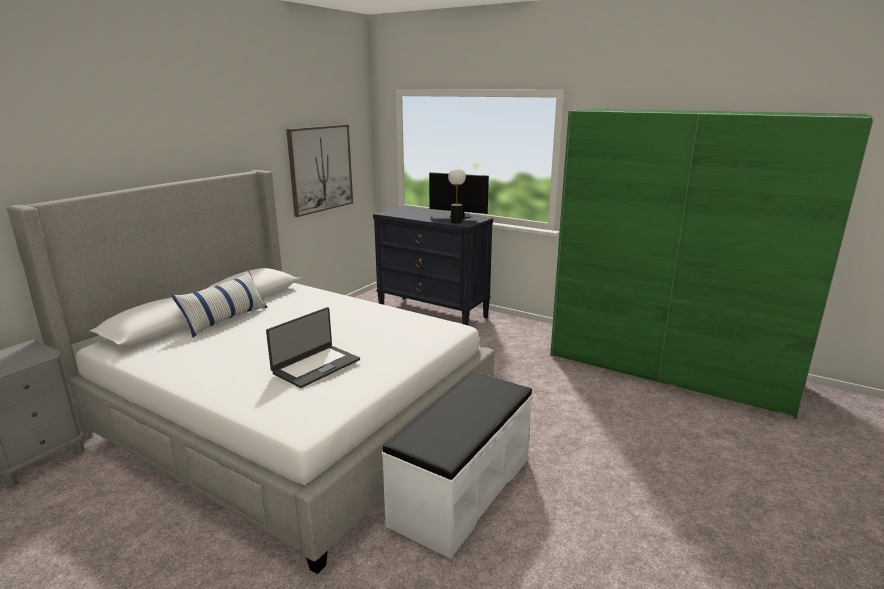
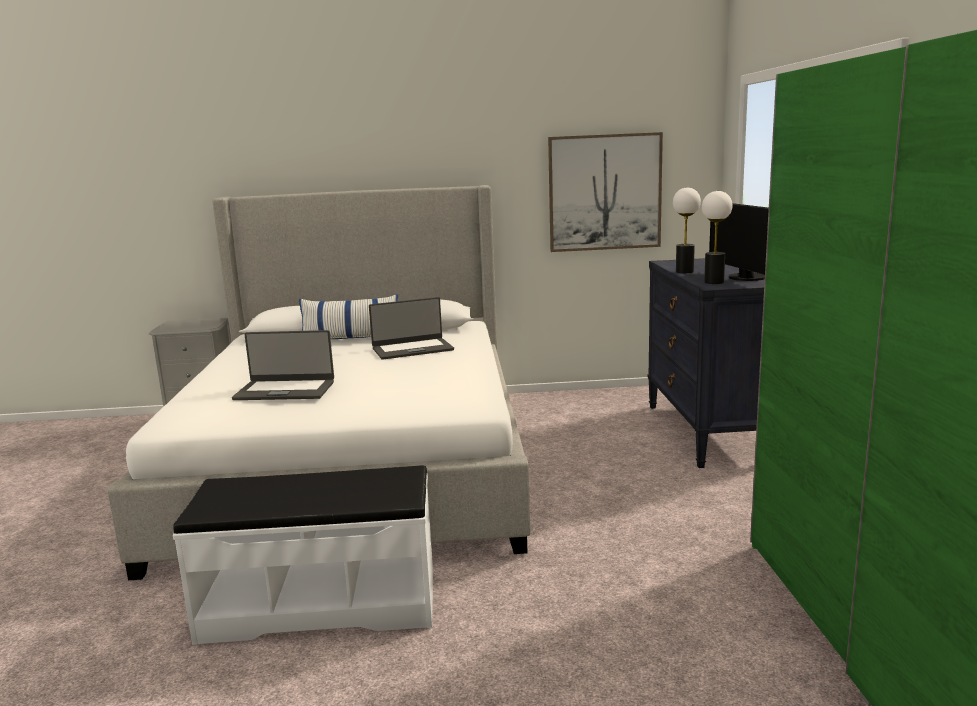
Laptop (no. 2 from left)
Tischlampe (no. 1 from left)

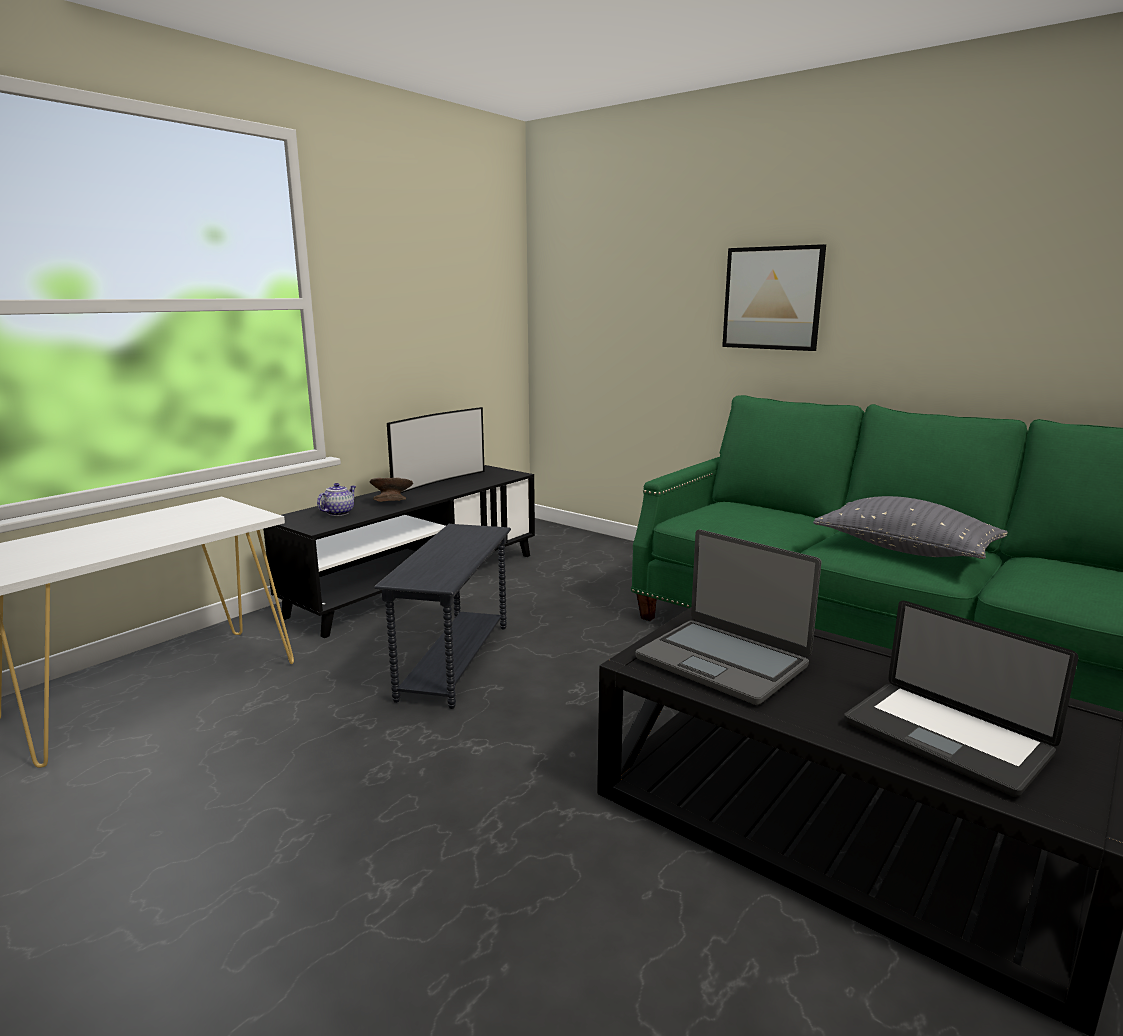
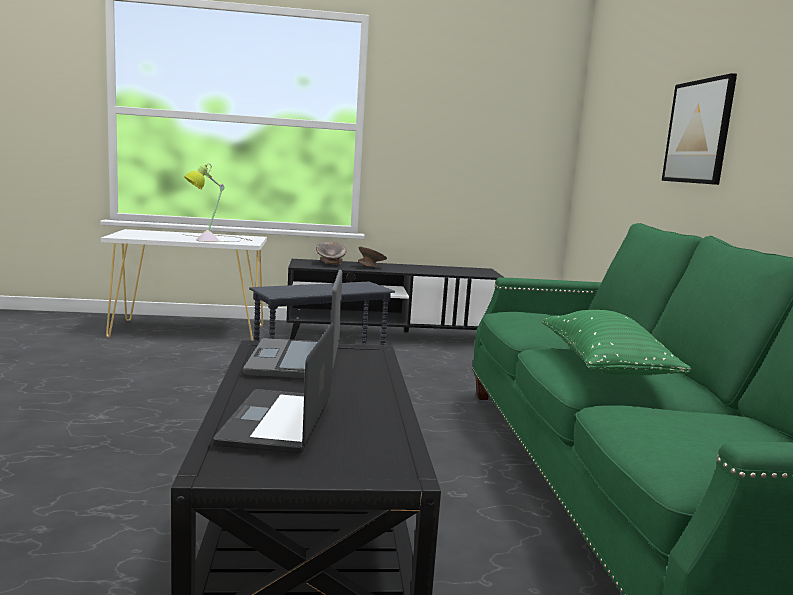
Schüssel (grau) (no. 1 from left)
Fernseher
Kissen (grün)
Tischlampe

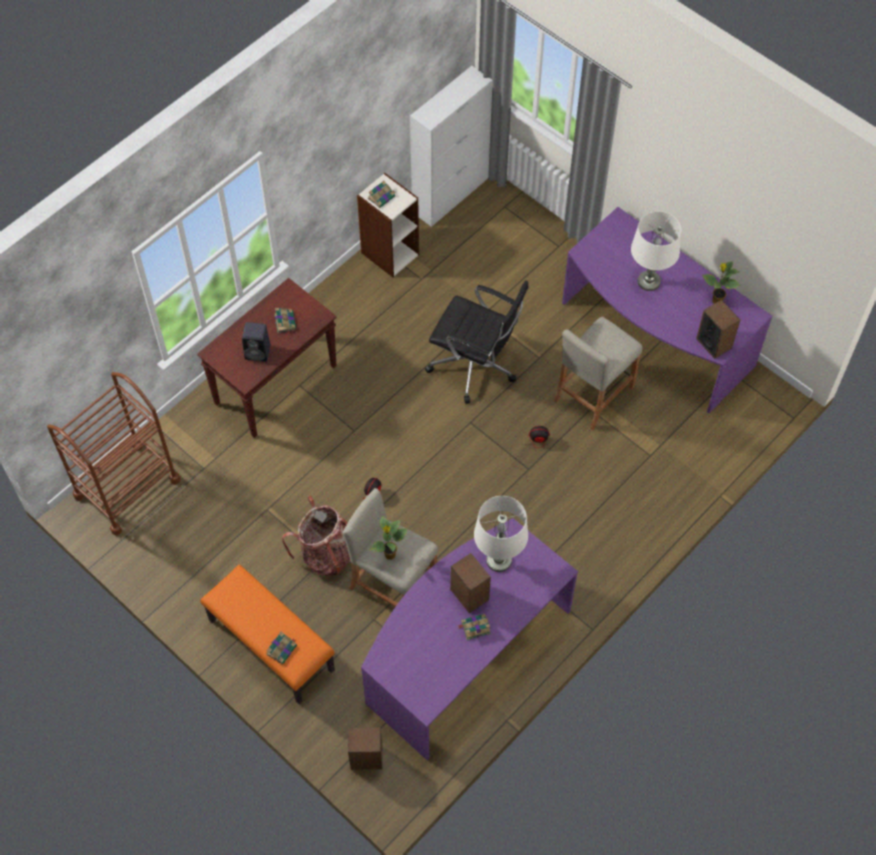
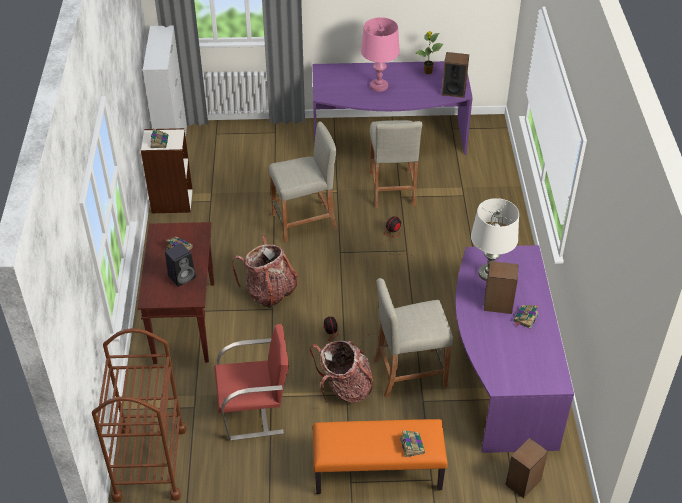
Topfpflanze (no. 1 from left in the first image)
Hocker (beige) (no. 1 from left)
Tischlampe (rosa)
Stuhl (rot)
Rucksack (no. 1 from left)

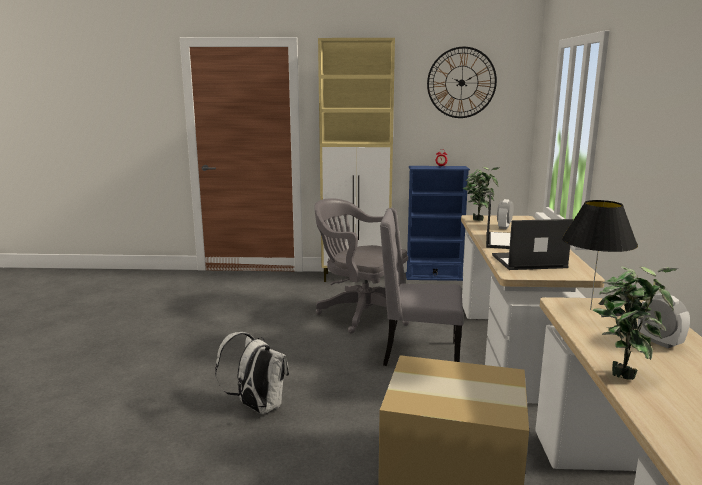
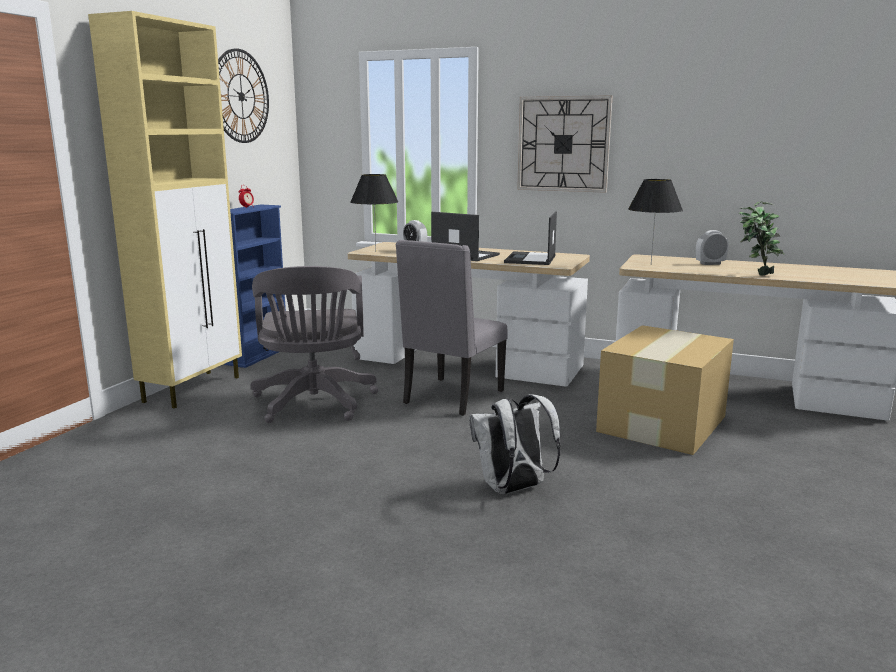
Bürostuhl (grau)
Tischlampe (schwarz) (no. 1 from left)
Wanduhr (no. 2 from left)

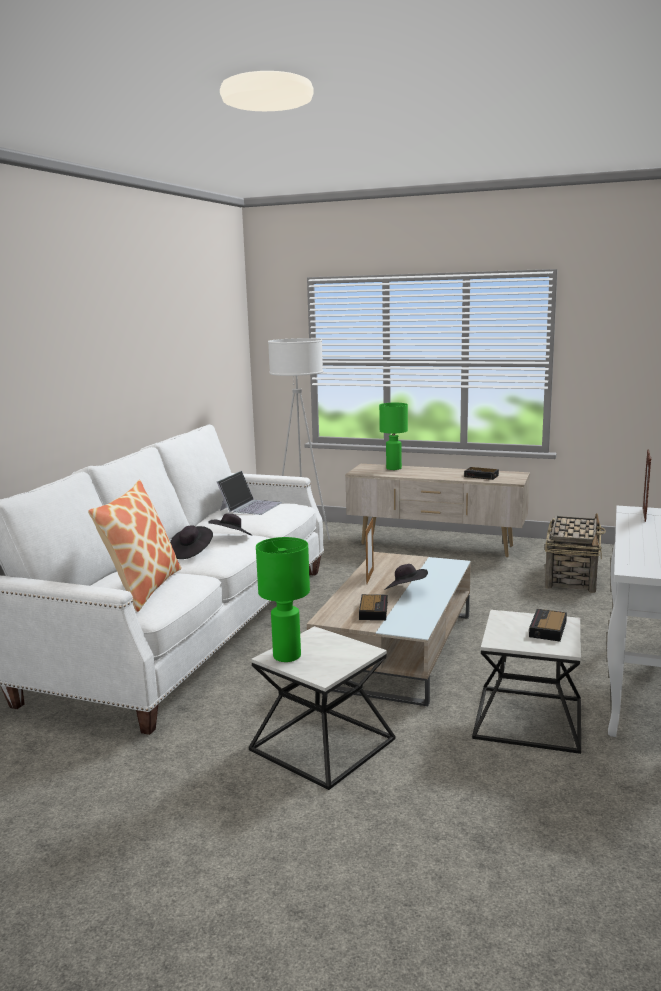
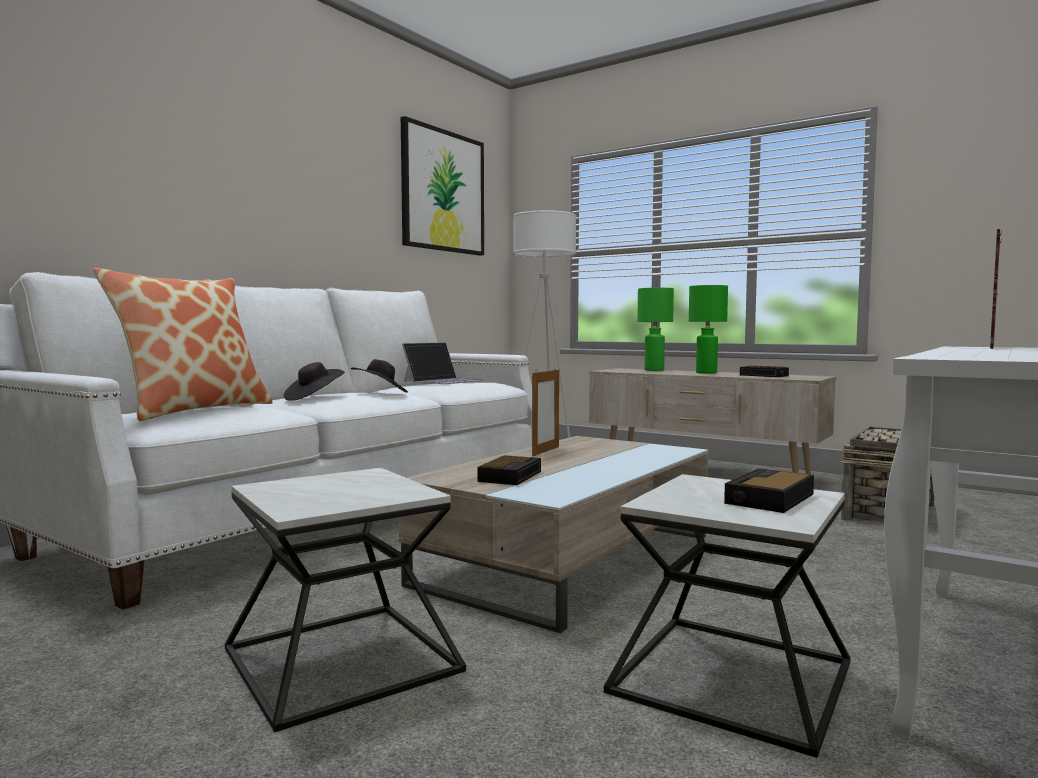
Tischlampe (grün) (no. 2 from left)
Hut (schwarz) (no. 3 from left in the first image)
Bild

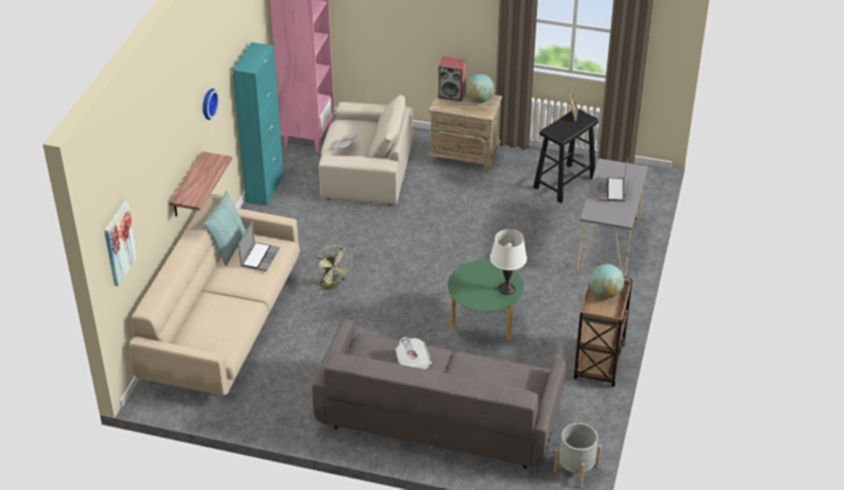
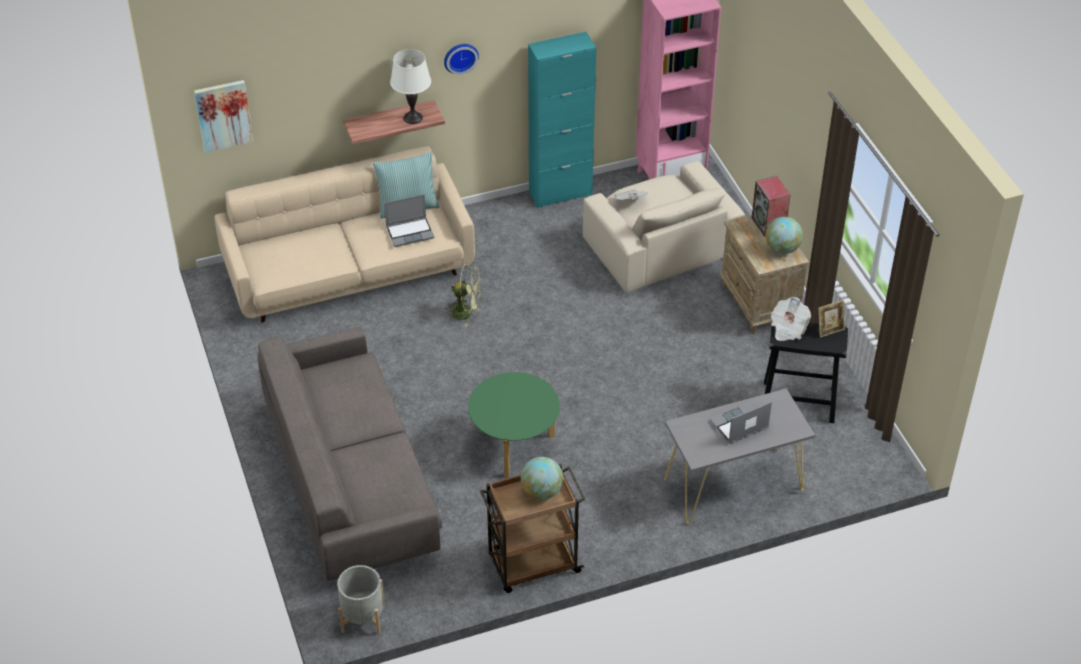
Ventilator (grün)
Zeitung (no. 2 from left)
Tischlampe (weiß)

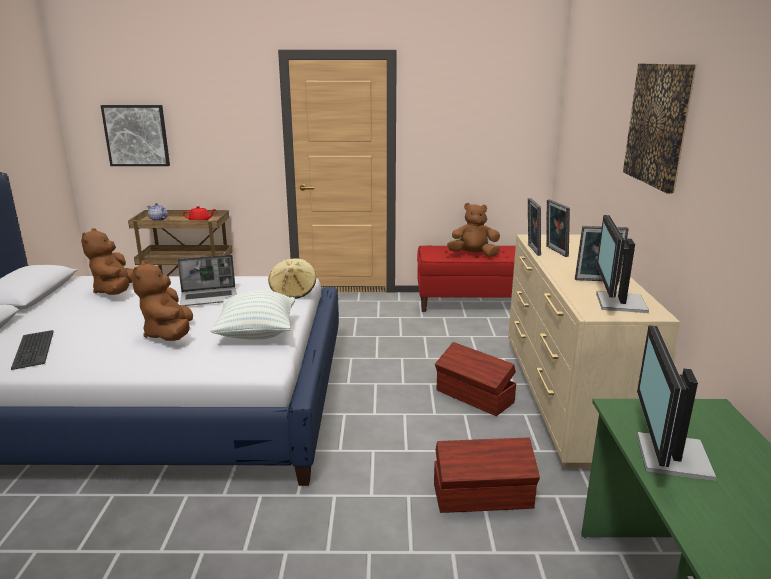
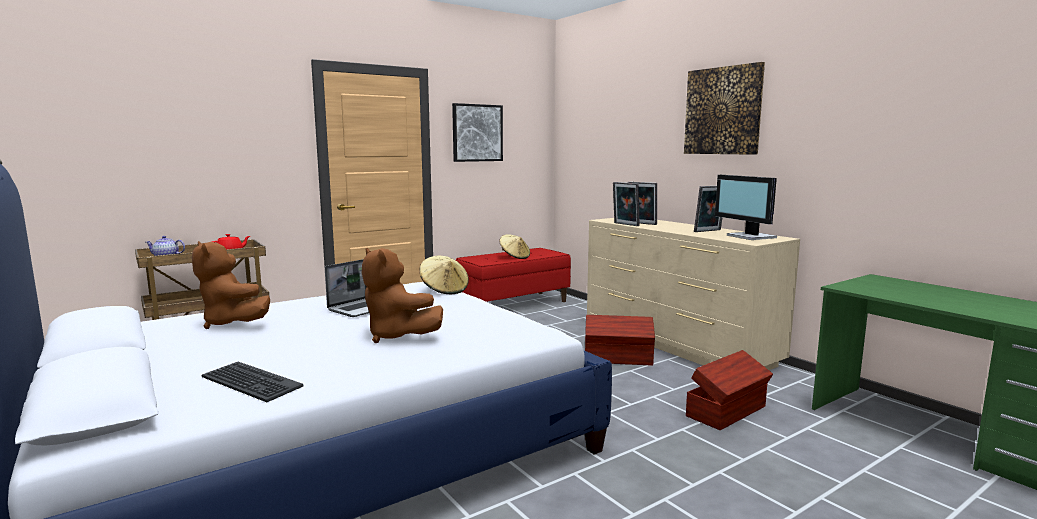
Bild (no. 1 from left)
Kissen
Hut (beige) (no. 2 from left)
Monitor (no. 2 from left in the first image)

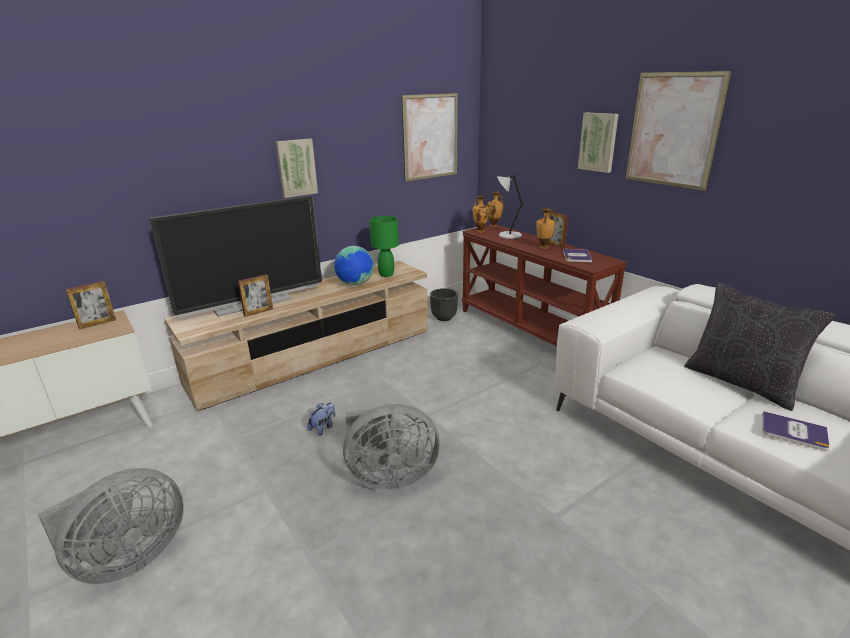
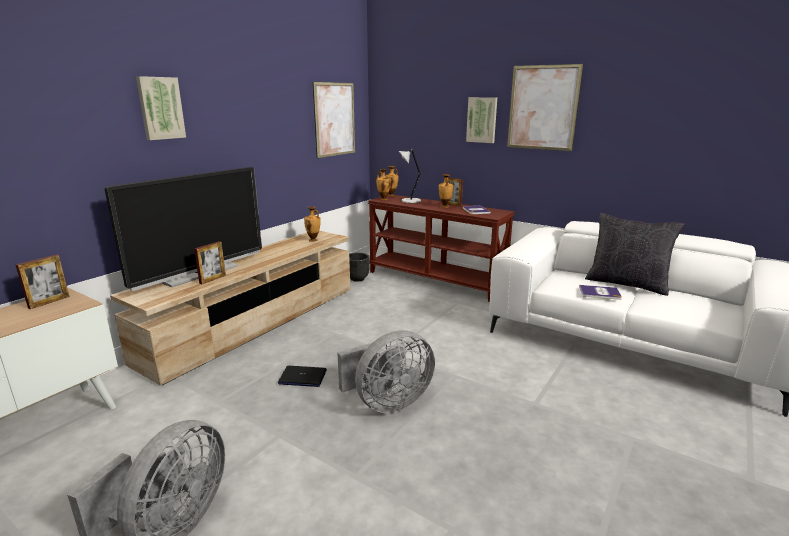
Bild (no. 1 from left)
Laptop
Globus
Vase (no. 1 from left)
Buch (no. 2 from left)

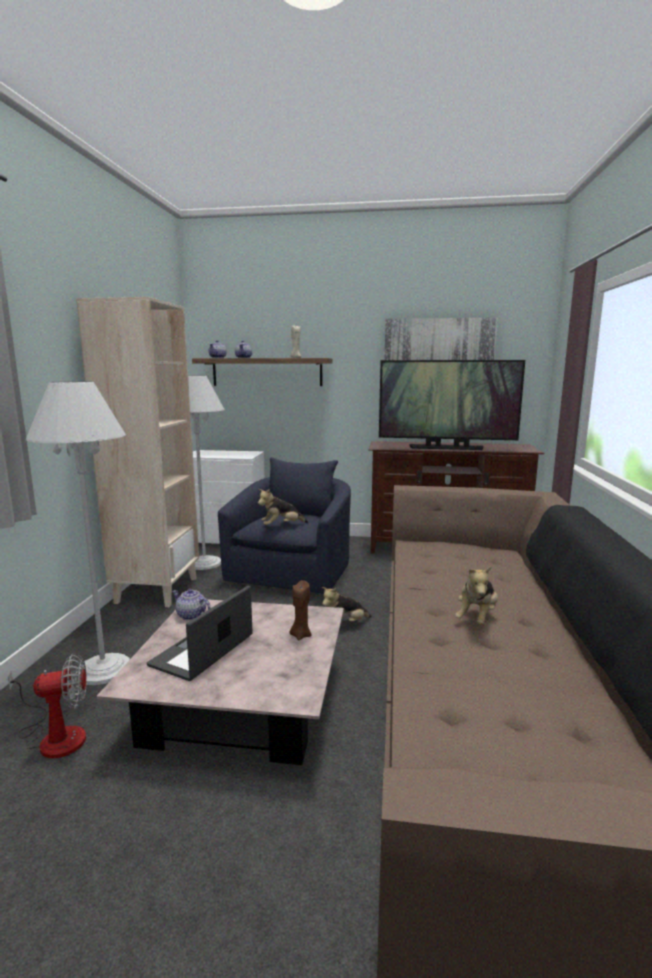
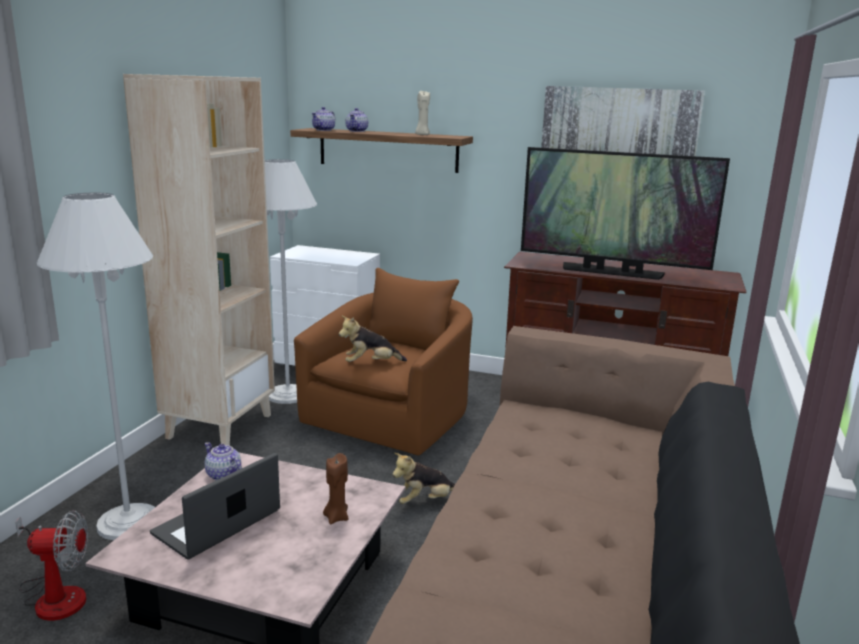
Sessel (braun)
Plüschtier (no. 3 from left in the first image)

